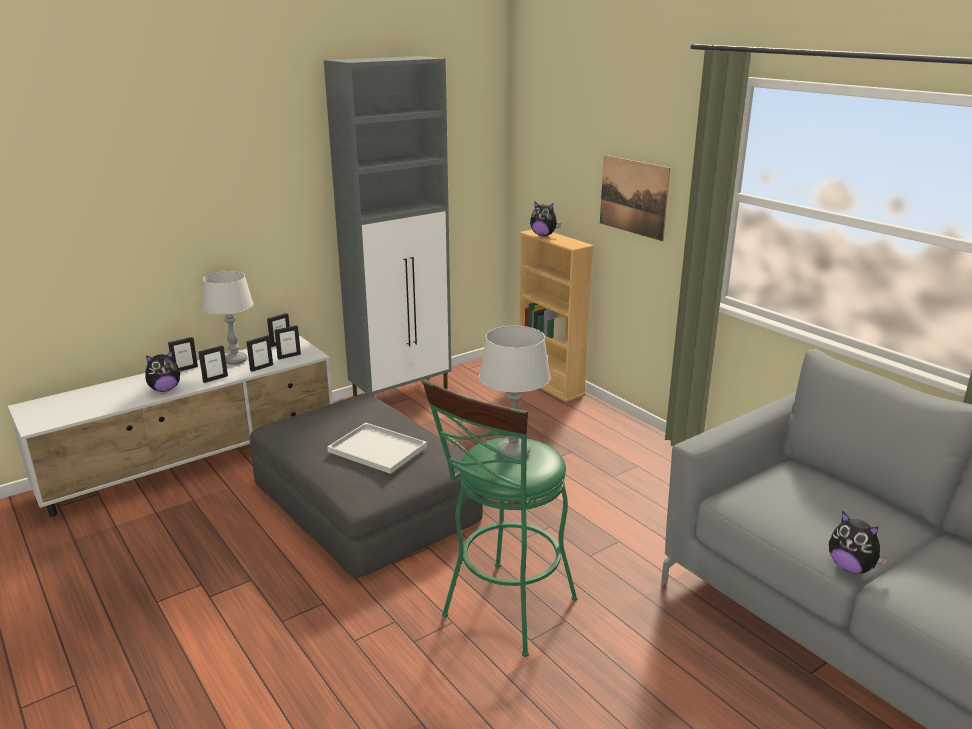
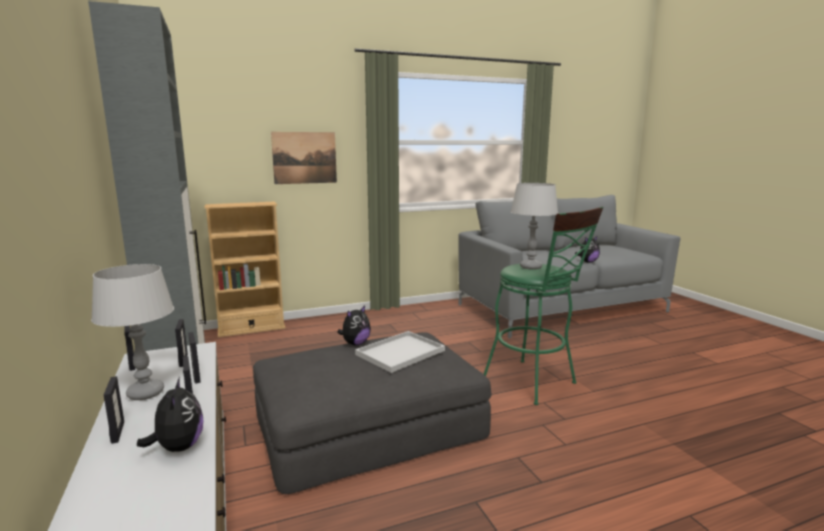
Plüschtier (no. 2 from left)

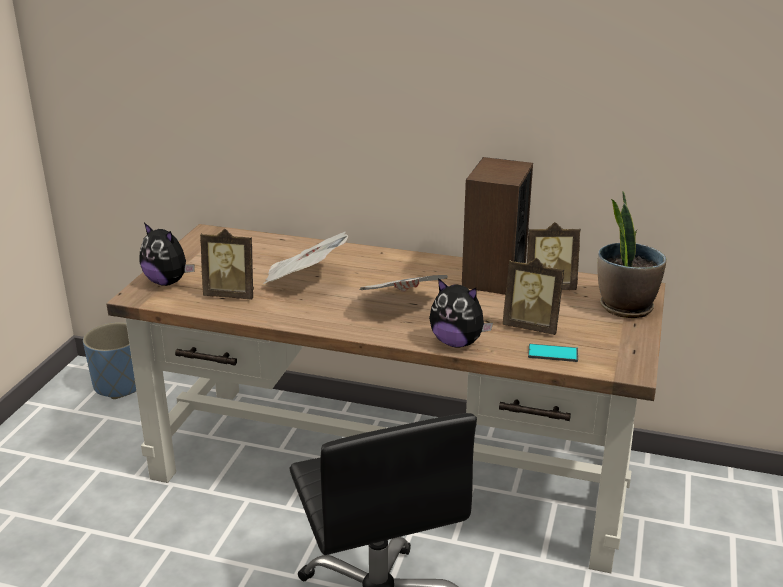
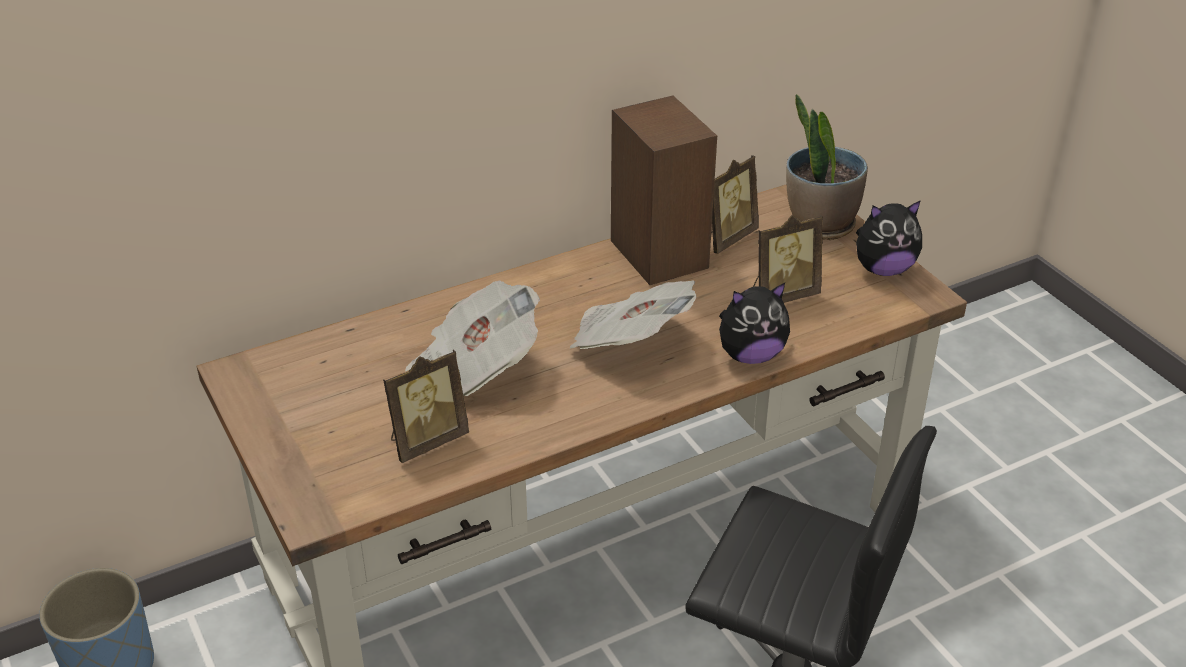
Plüschtier (no. 2 from left)
Handy

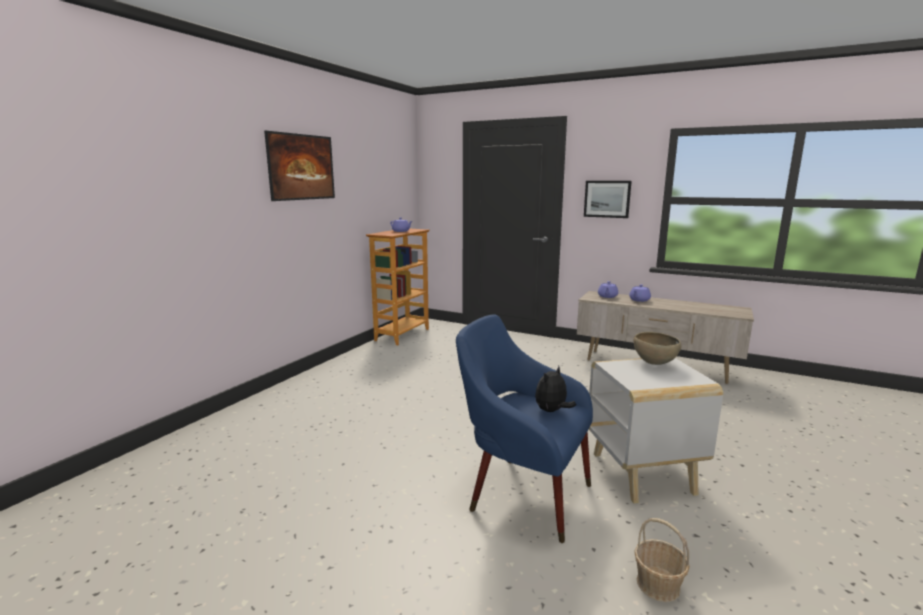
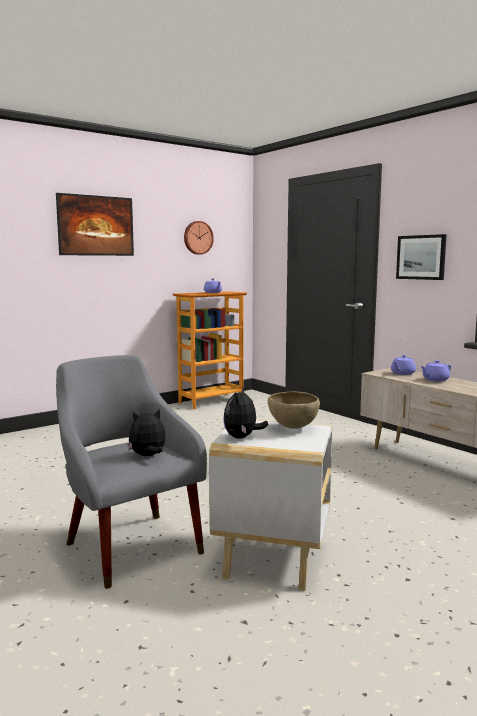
Sessel (grau)
Korb
Wanduhr
Plüschtier (no. 2 from left)

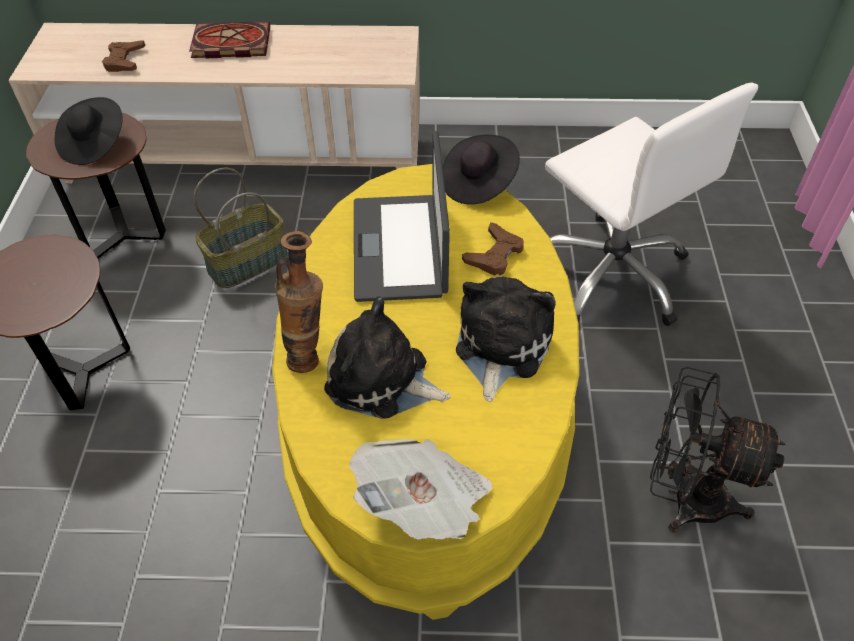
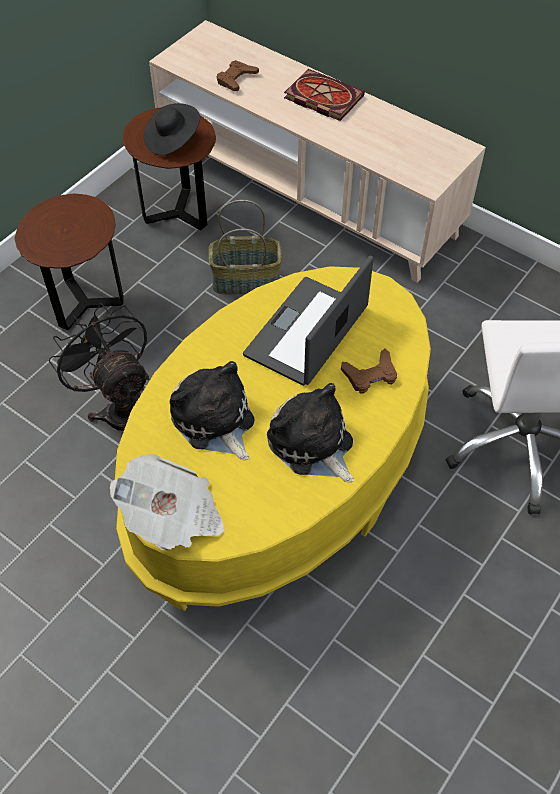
Vase
Hut (schwarz) (no. 2 from left in the first image)
Plüschtier (no. 2 from left)
Ventilator (schwarz)

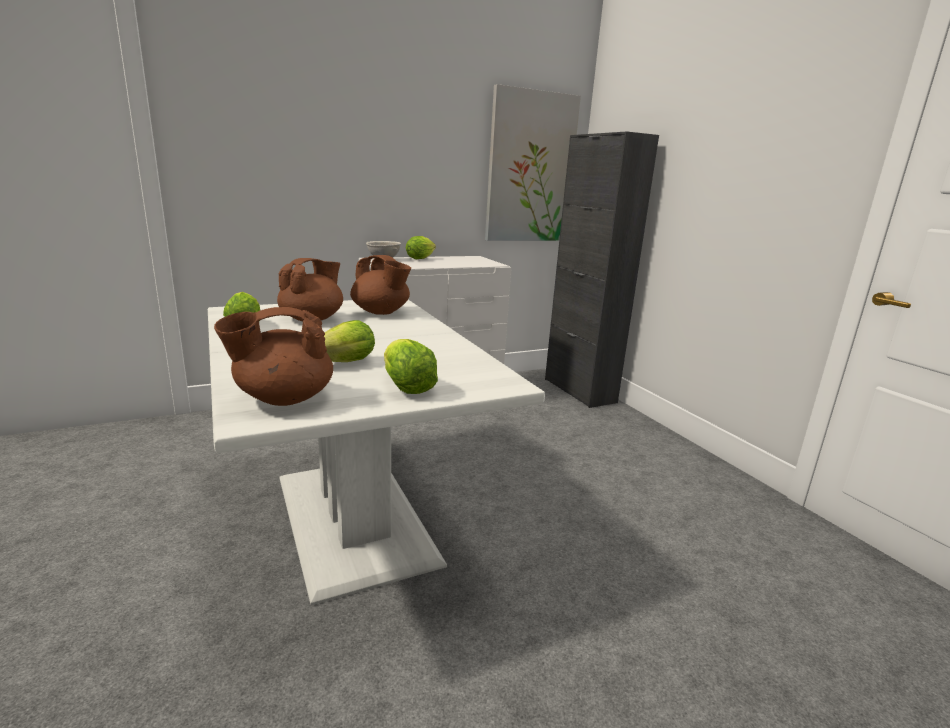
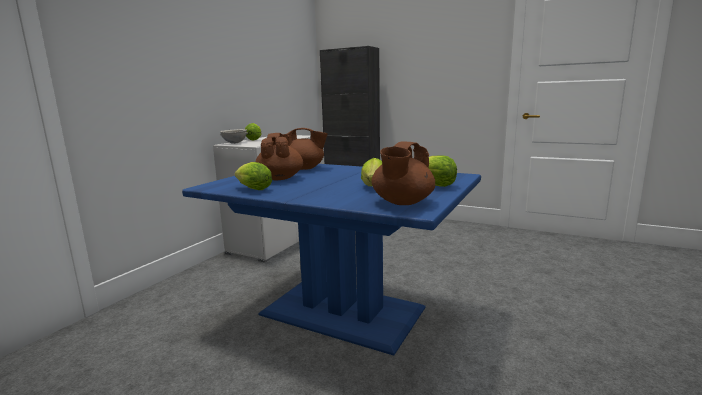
Esstisch (blau)
Bild

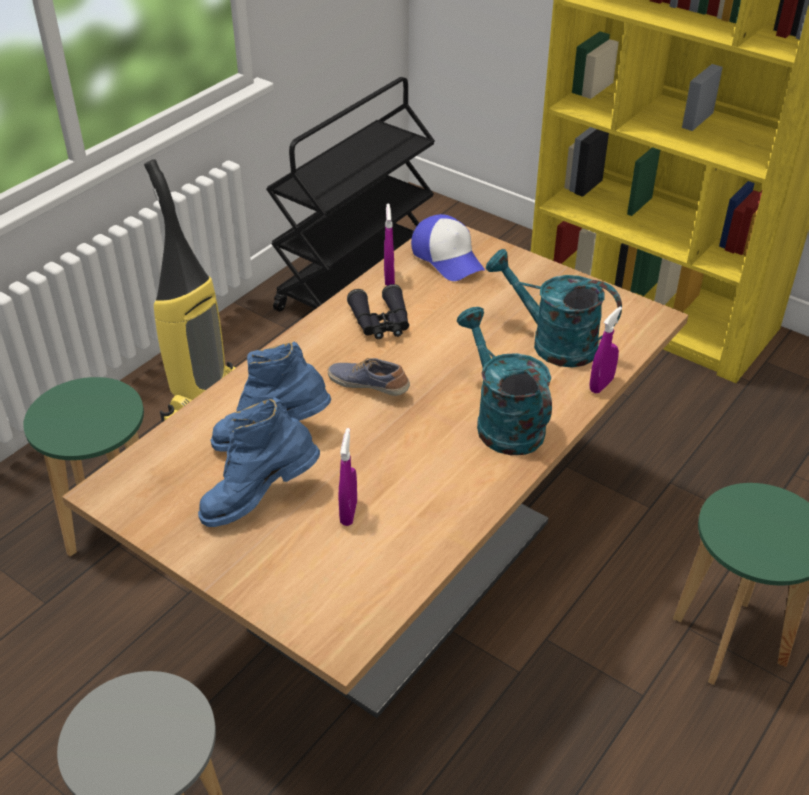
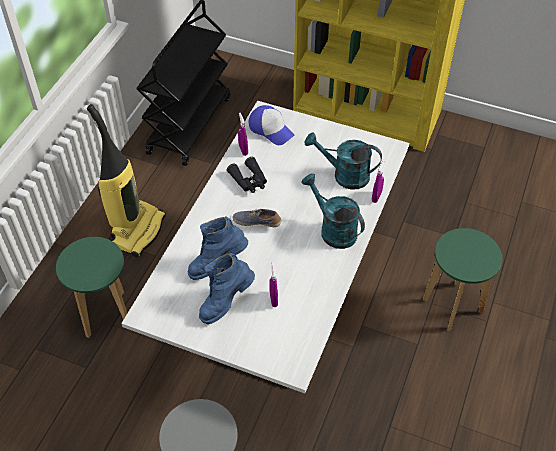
Esstisch (weiß)

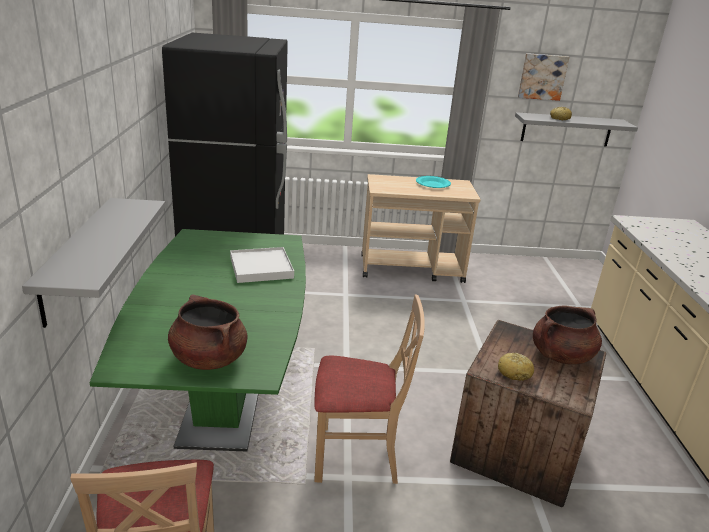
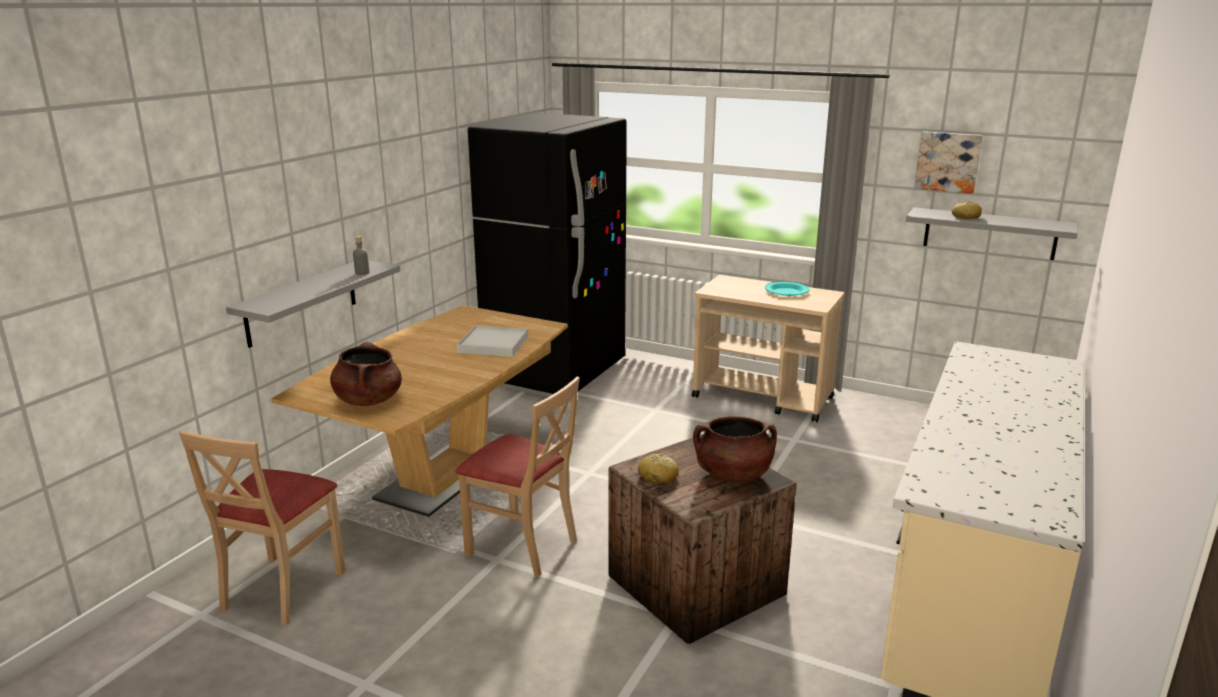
Esstisch (braun)
Flasche (grau)

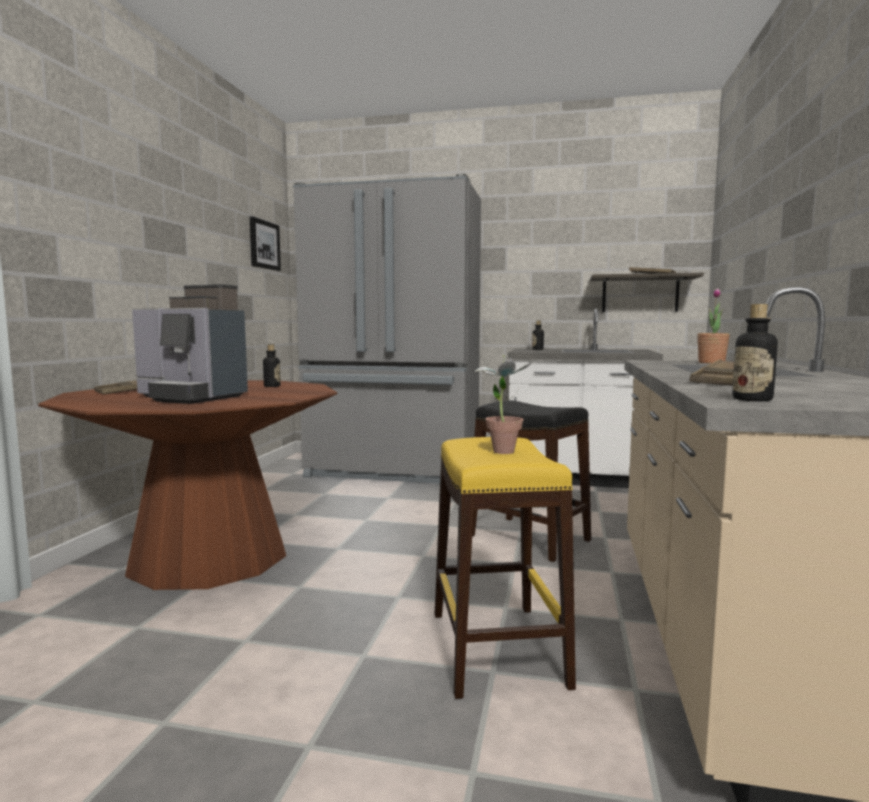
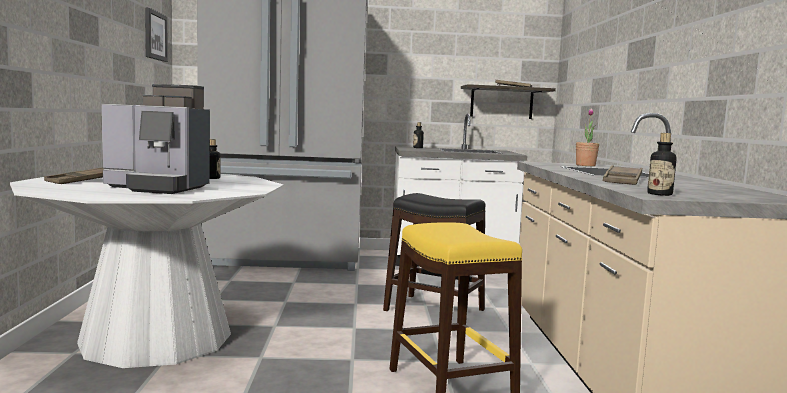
Esstisch (weiß)
Topfpflanze (no. 1 from left in the first image)

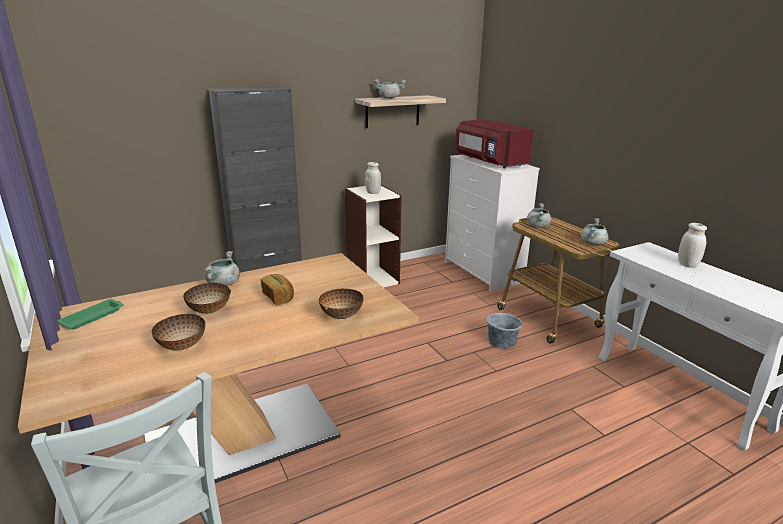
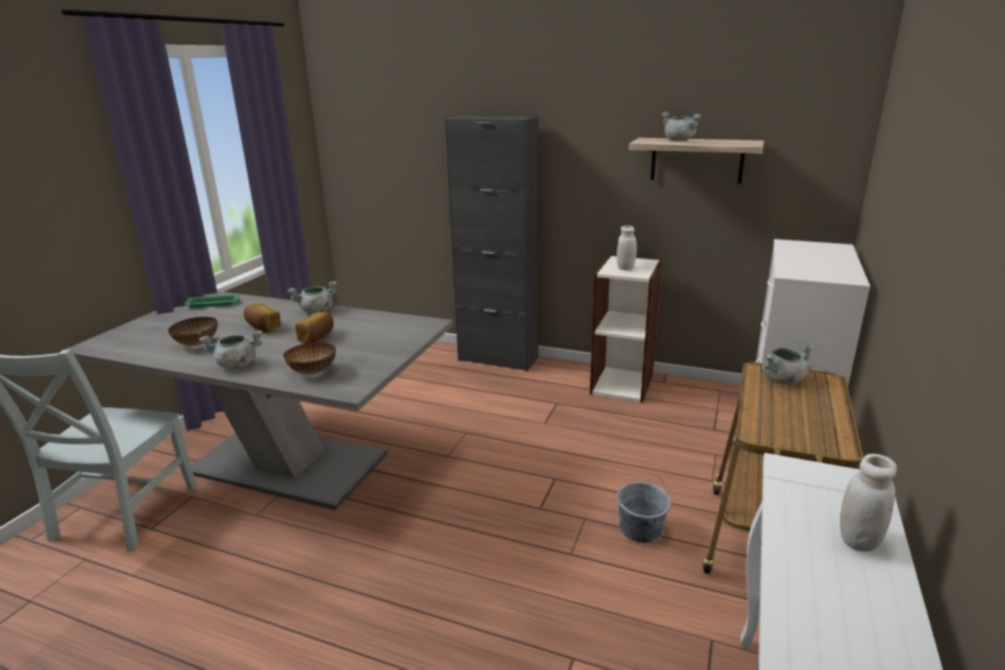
Esstisch (grau)
Brot (no. 1 from left)
Mikrowelle (rot)
Kochtopf (grau) (no. 1 from left)

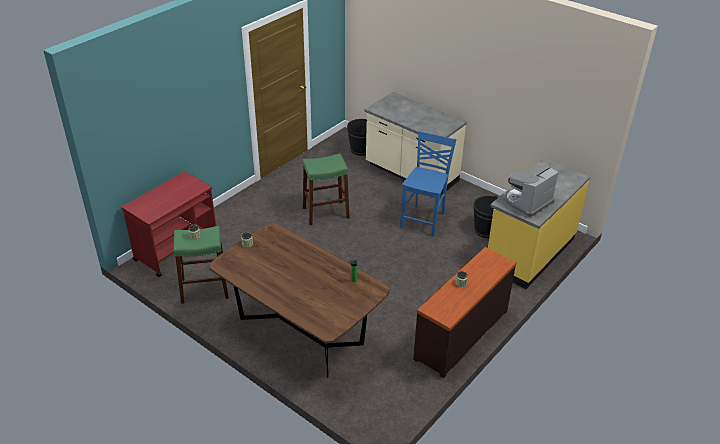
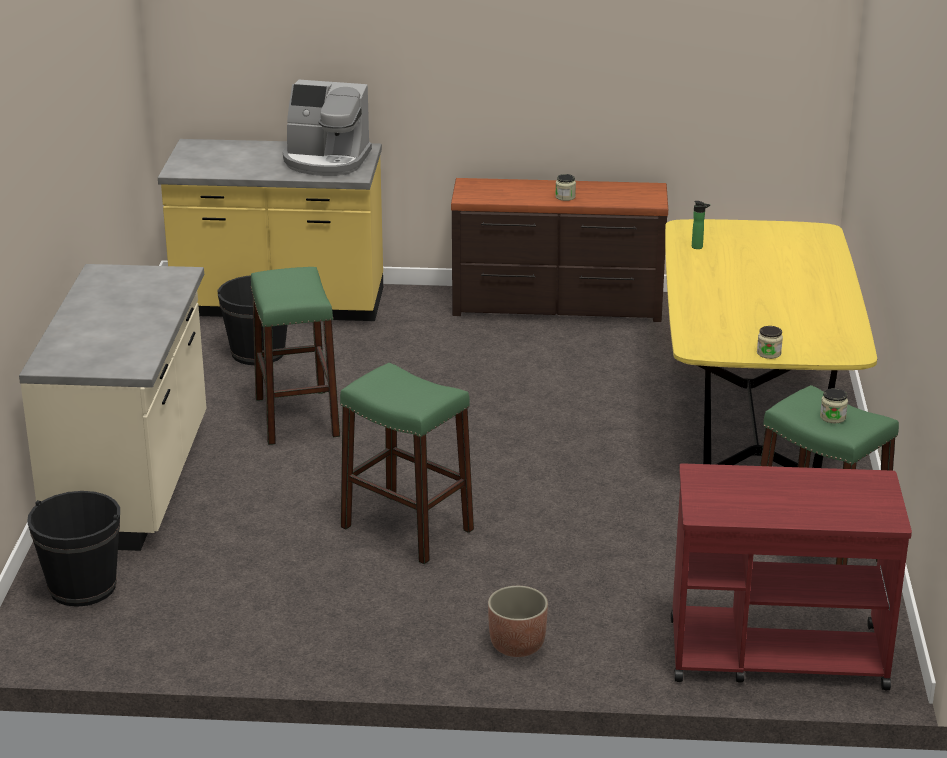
Esstisch (gelb)
Hocker (grün) (no. 1 from left)
Pflanzkübel

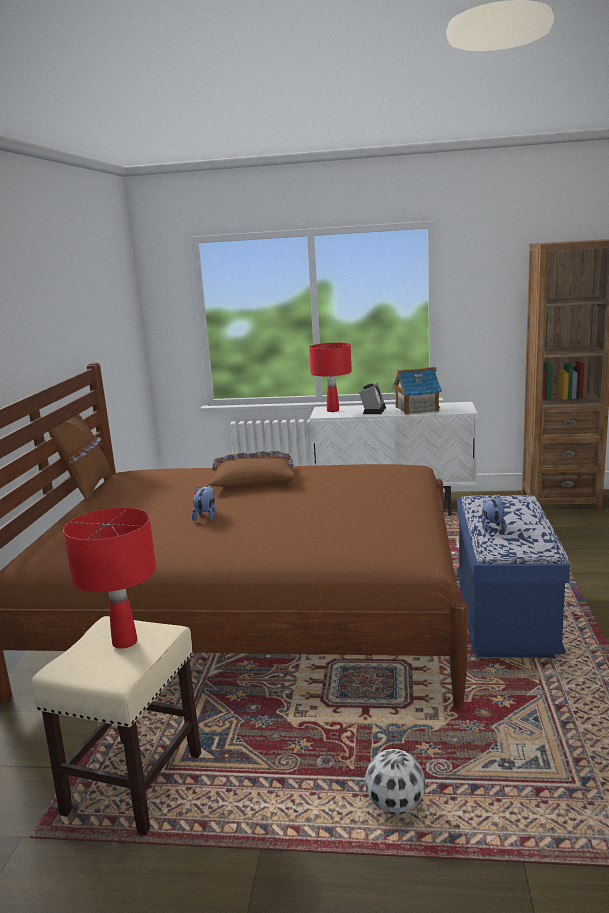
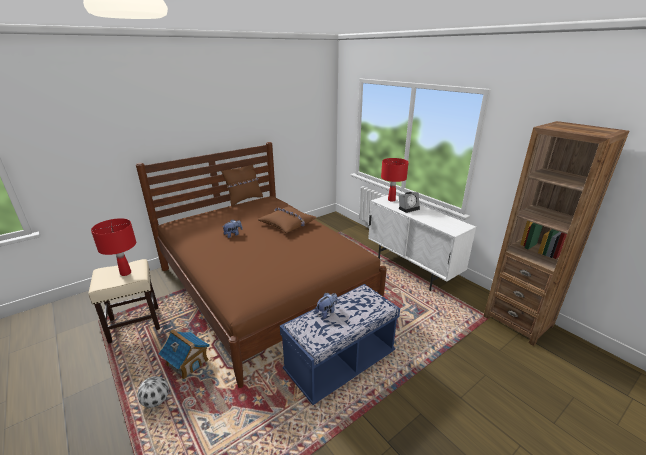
Spielzeughaus

